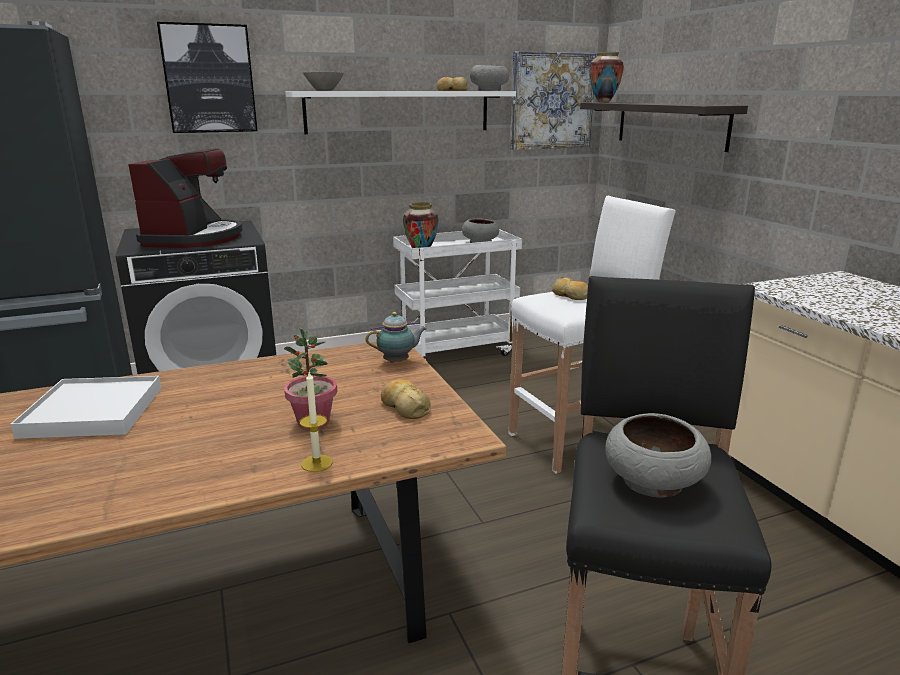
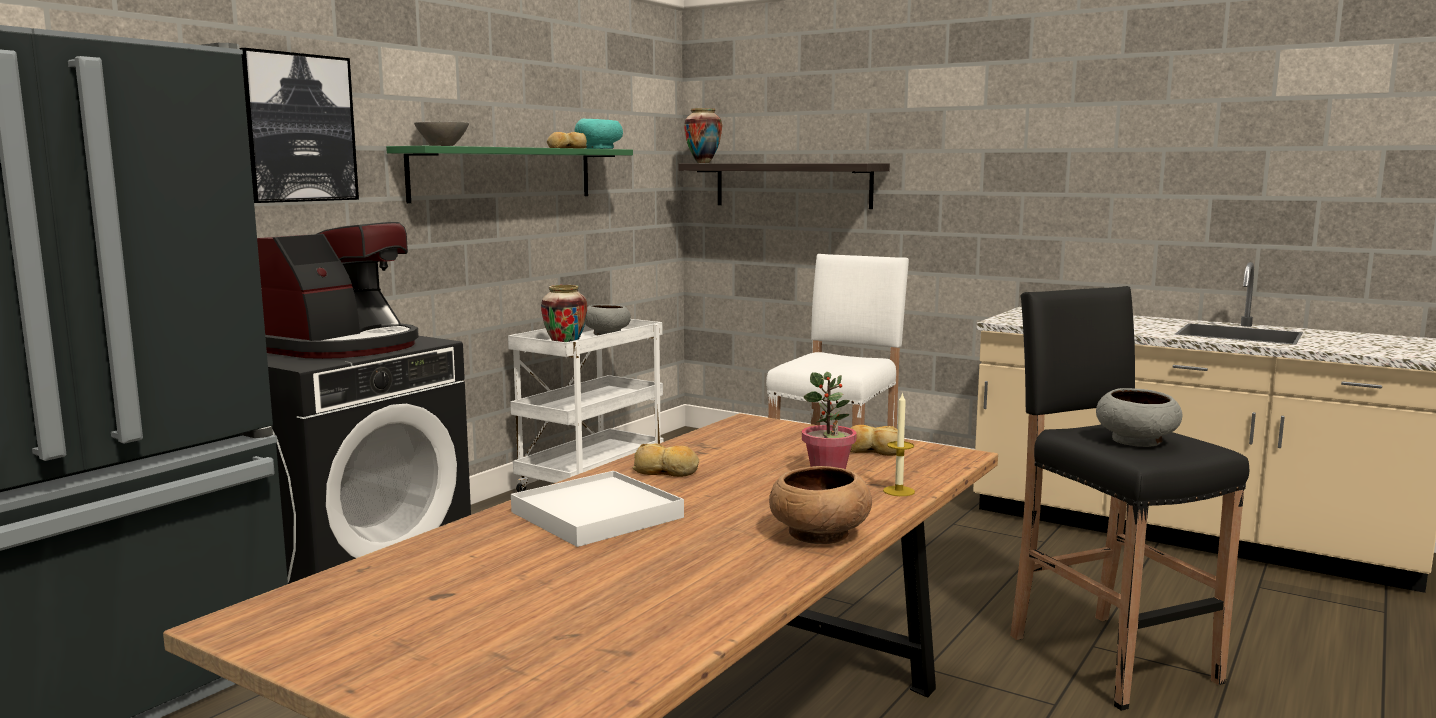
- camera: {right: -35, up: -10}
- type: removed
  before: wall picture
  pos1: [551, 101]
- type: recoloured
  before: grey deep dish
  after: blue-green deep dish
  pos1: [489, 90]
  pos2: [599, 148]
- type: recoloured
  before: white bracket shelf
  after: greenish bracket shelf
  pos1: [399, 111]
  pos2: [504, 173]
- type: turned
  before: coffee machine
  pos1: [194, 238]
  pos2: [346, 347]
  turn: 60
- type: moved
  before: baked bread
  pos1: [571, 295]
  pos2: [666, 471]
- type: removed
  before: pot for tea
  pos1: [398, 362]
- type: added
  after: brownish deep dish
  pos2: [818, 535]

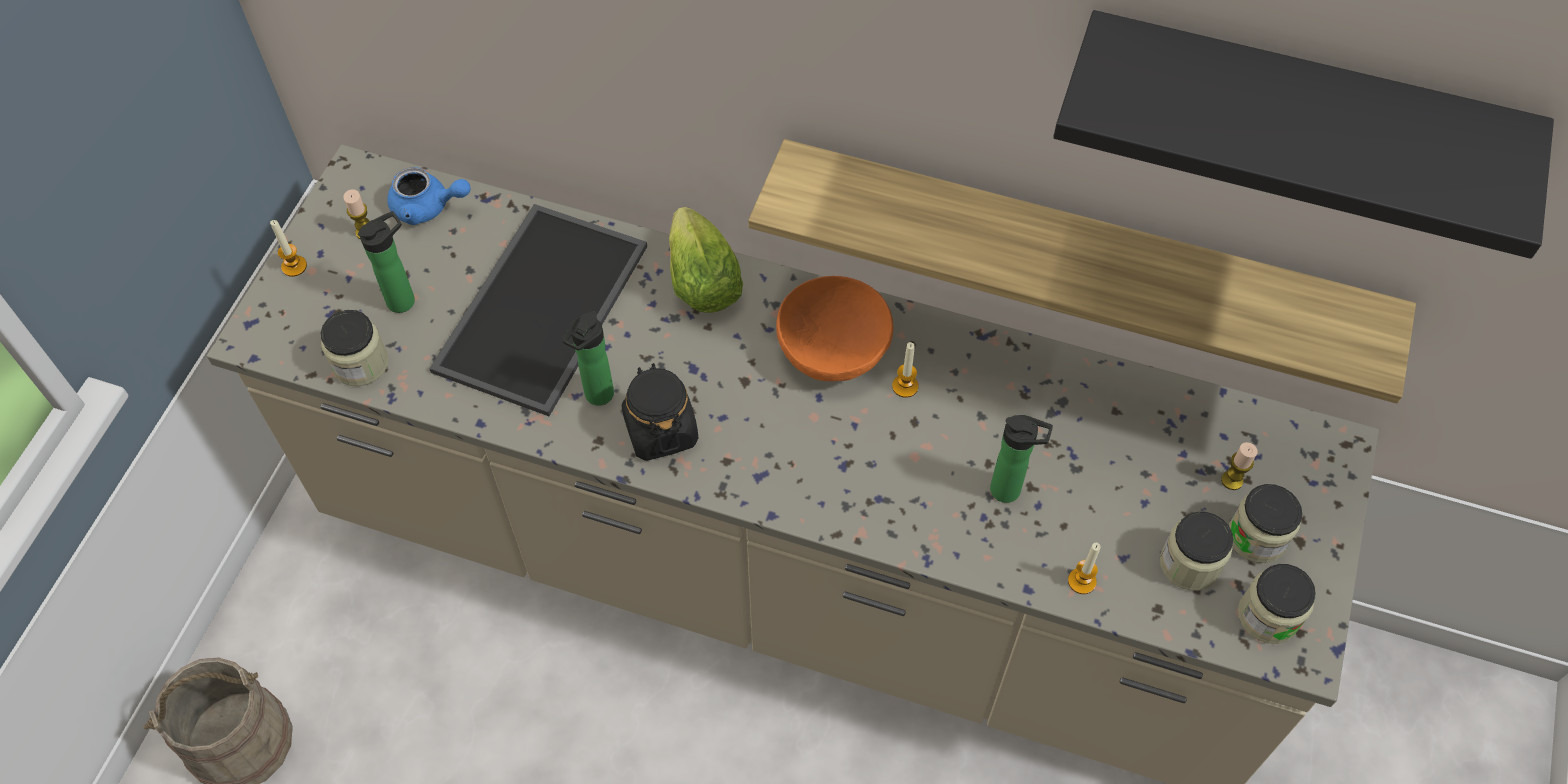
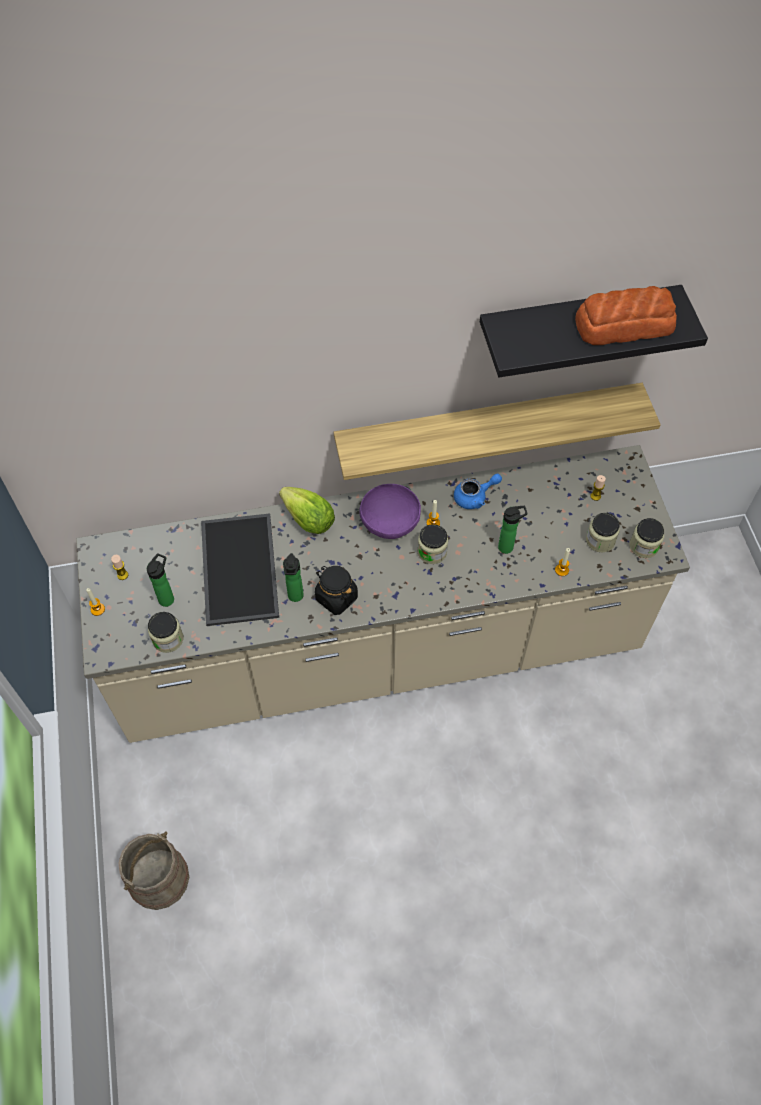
- camera: {right: -30, up: 0}
- type: moved
  before: bluish pot for tea
  pos1: [428, 207]
  pos2: [474, 497]
- type: recoloured
  before: orange deep dish
  after: purple-coloured deep dish
  pos1: [834, 349]
  pos2: [390, 522]
- type: moved
  before: jar
  pos1: [1256, 537]
  pos2: [432, 552]
- type: added
  after: baked bread
  pos2: [623, 324]

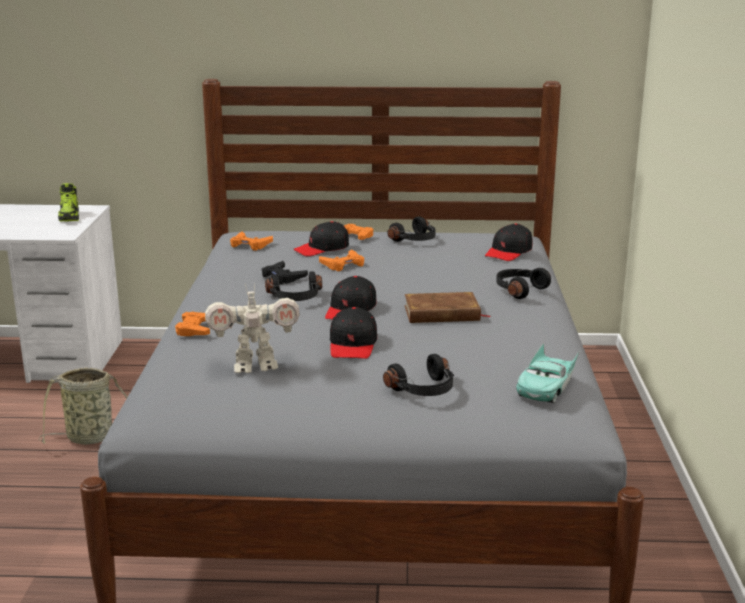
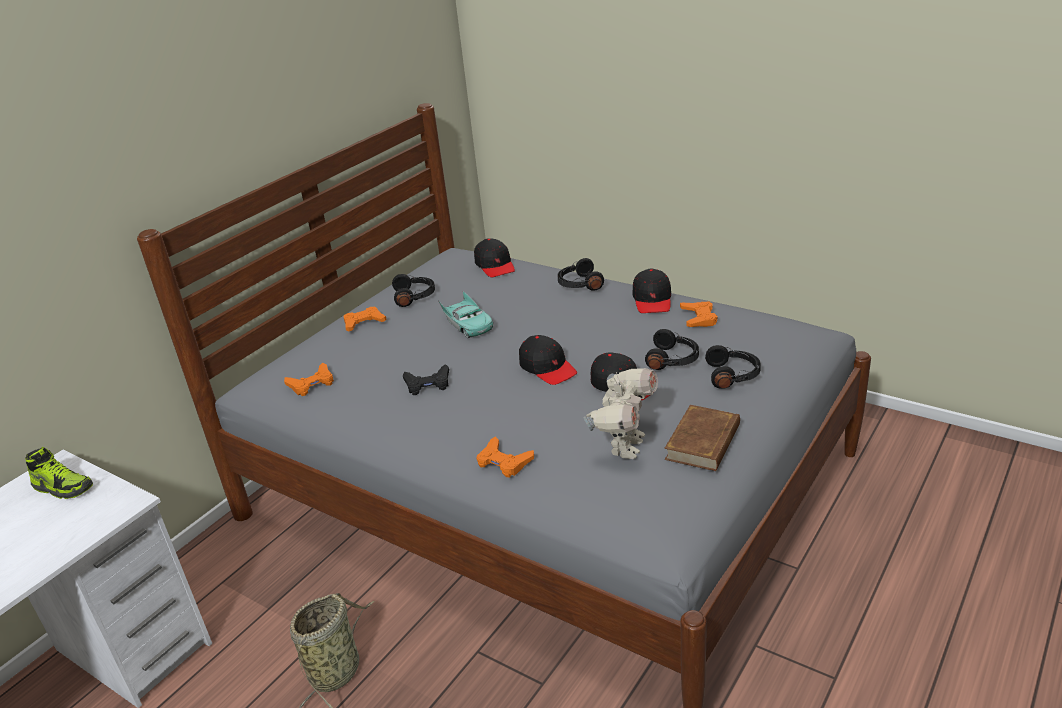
- camera: {right: -55, up: 10}
- type: moved
  before: black peaked cap
  pos1: [322, 248]
  pos2: [652, 300]
- type: moved
  before: orange game controller
  pos1: [343, 264]
  pos2: [699, 318]
- type: moved
  before: black headset
  pos1: [296, 298]
  pos2: [673, 360]
- type: moved
  before: brownish volume
  pos1: [442, 313]
  pos2: [703, 442]
- type: moved
  before: blue-green model car
  pos1: [546, 386]
  pos2: [467, 324]

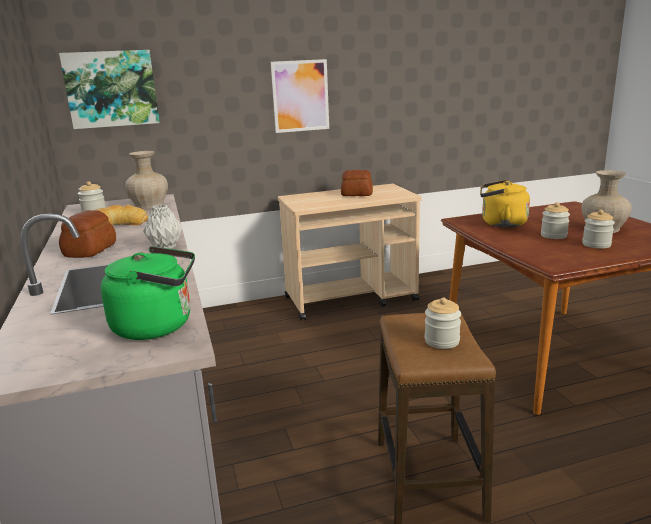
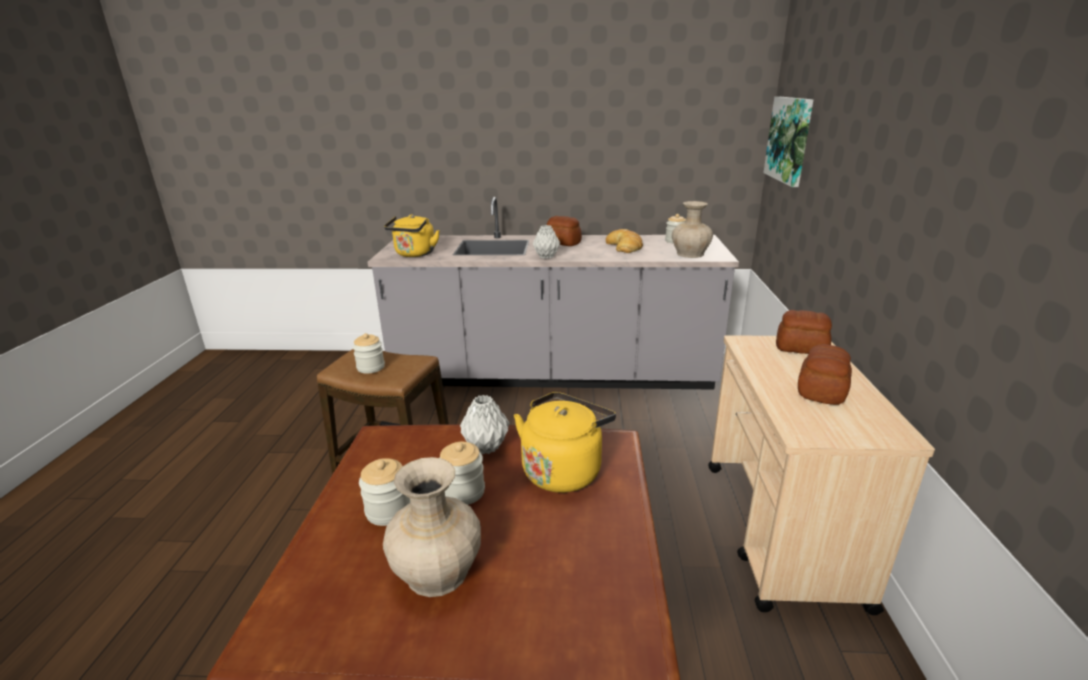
- camera: {right: 110, up: 5}
- type: removed
  before: wall picture
  pos1: [300, 96]
- type: recoloured
  before: greenish water kettle
  after: yellow water kettle
  pos1: [158, 326]
  pos2: [414, 254]
- type: added
  after: baked bread
  pos2: [802, 348]
- type: added
  after: grey decorative vase
  pos2: [487, 447]

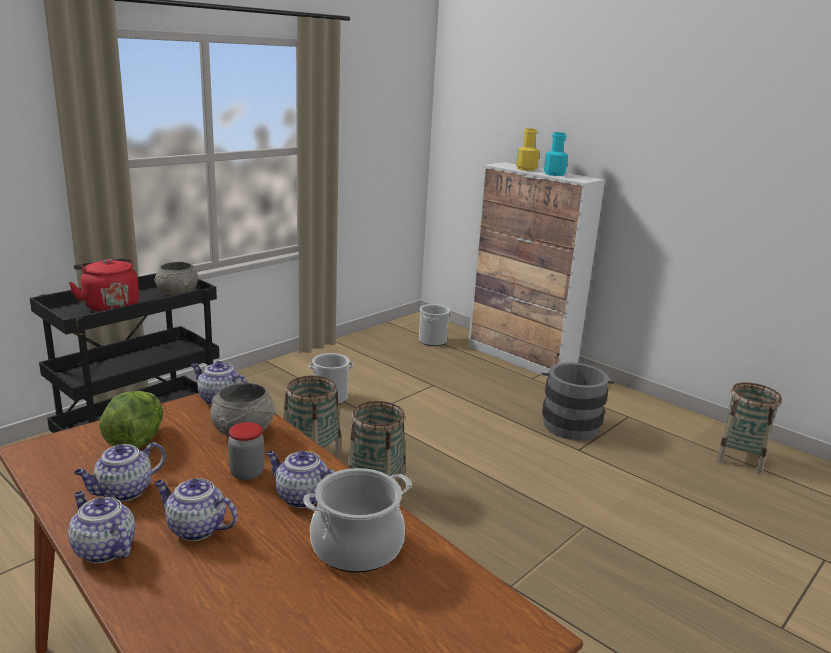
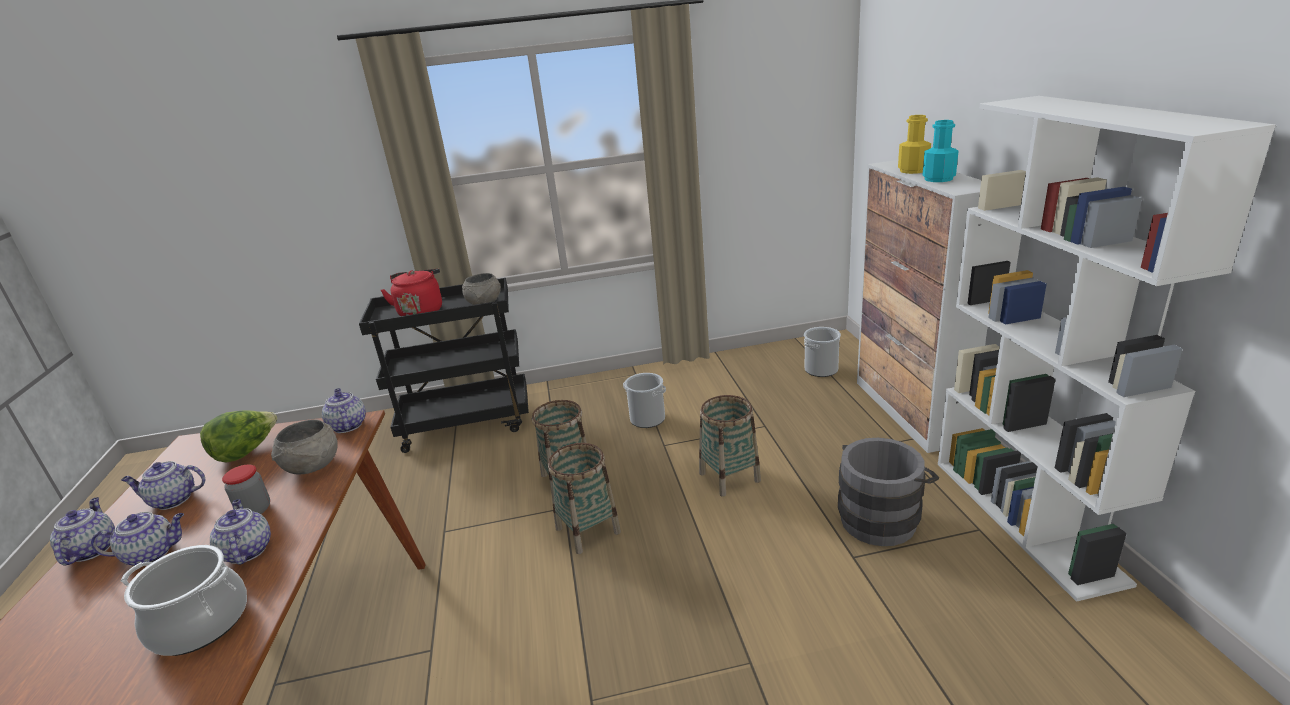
- camera: {right: 40, up: 5}
- type: moved
  before: household basket
  pos1: [740, 458]
  pos2: [729, 477]
- type: turned
  before: pot for tea
  pos1: [195, 528]
  pos2: [153, 553]
  turn: 105
- type: added
  after: white shelving unit
  pos2: [1026, 518]

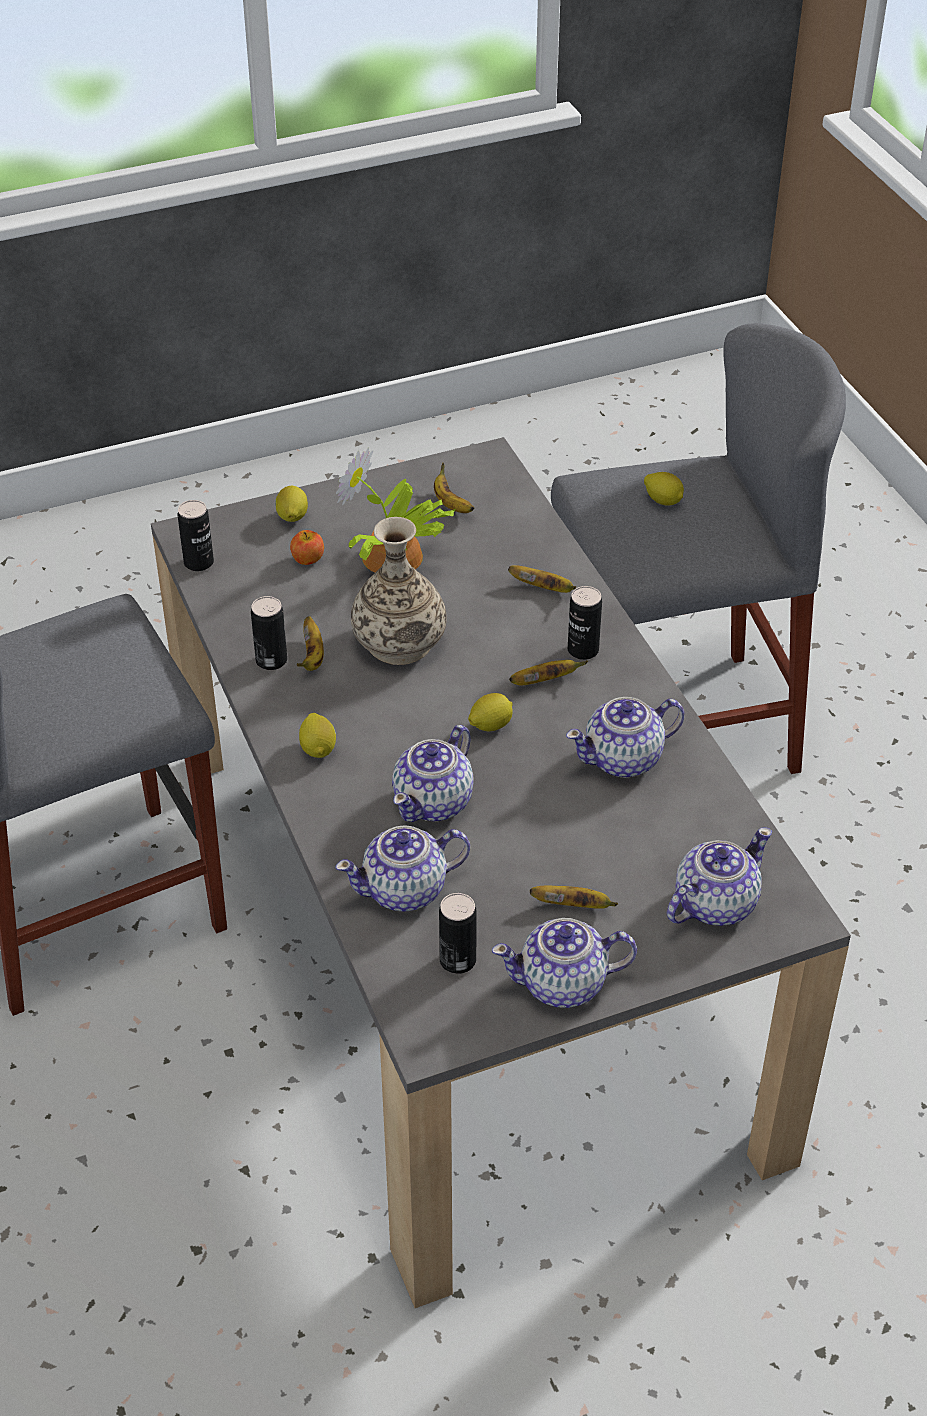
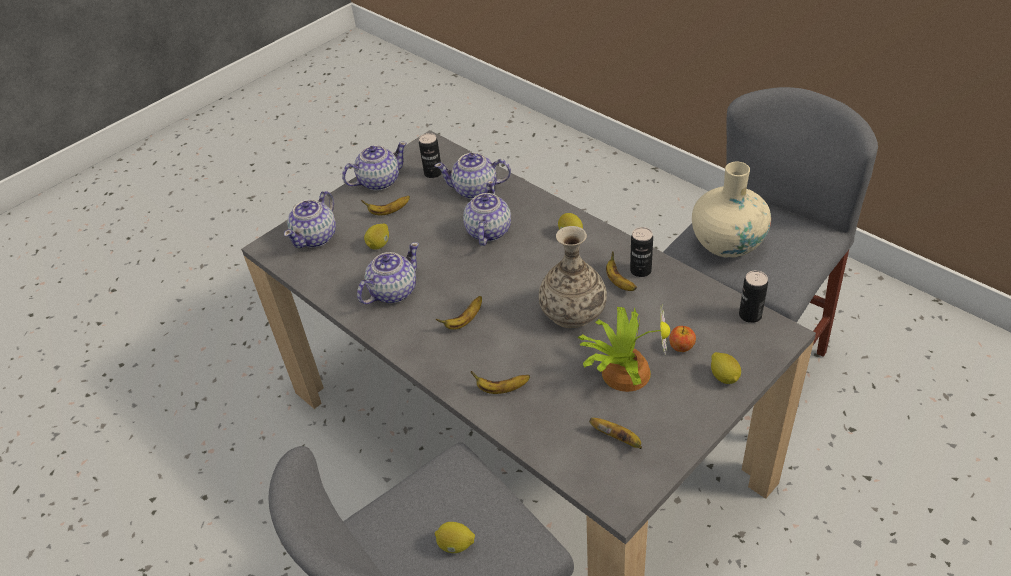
- camera: {right: 160, up: 0}
- type: removed
  before: metal can
  pos1: [583, 650]
- type: moved
  before: lemon
  pos1: [490, 725]
  pos2: [379, 244]
- type: turned
  before: pot for tea
  pos1: [406, 890]
  pos2: [475, 190]
  turn: -135
- type: added
  after: beige decorative vase
  pos2: [727, 244]

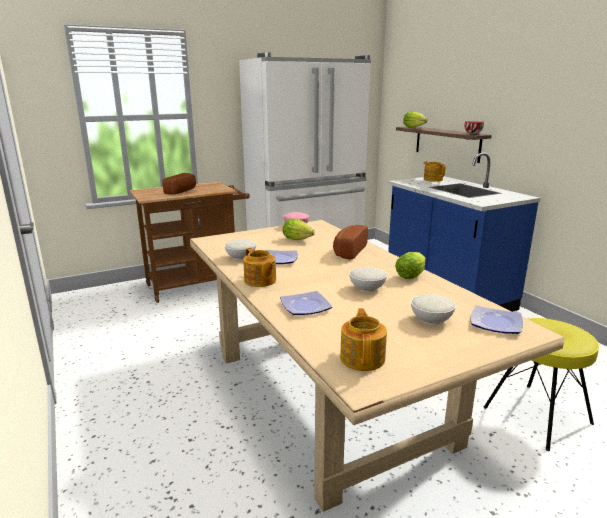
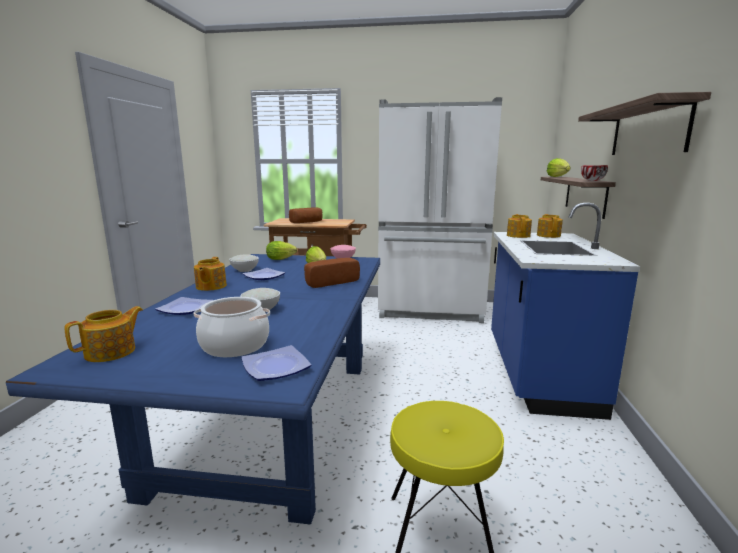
- camera: {right: 35, up: -5}
- type: recoloured
  before: beige kitchen table
  after: bluish kitchen table
  pos1: [326, 396]
  pos2: [273, 419]
- type: moved
  before: lettuce head
  pos1: [411, 275]
  pos2: [282, 259]
- type: replaced
  before: white deep dish
  after: stockpot
  pos1: [431, 319]
  pos2: [235, 345]
- type: added
  after: bracket shelf
  pos2: [648, 130]
- type: added
  after: pot for tea
  pos2: [518, 235]

